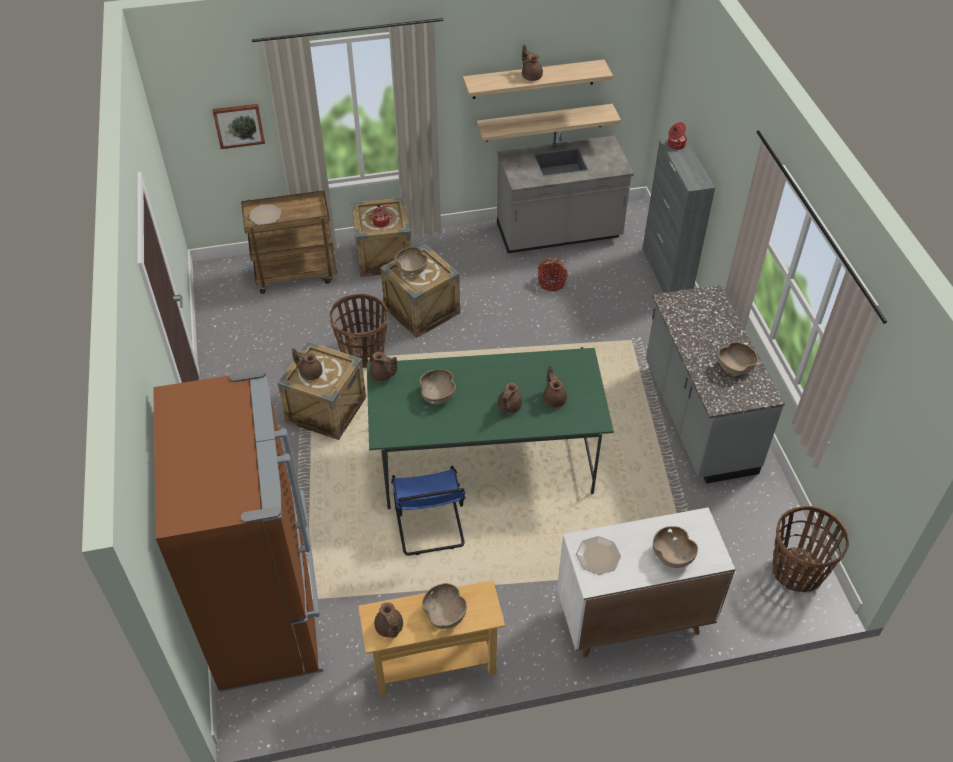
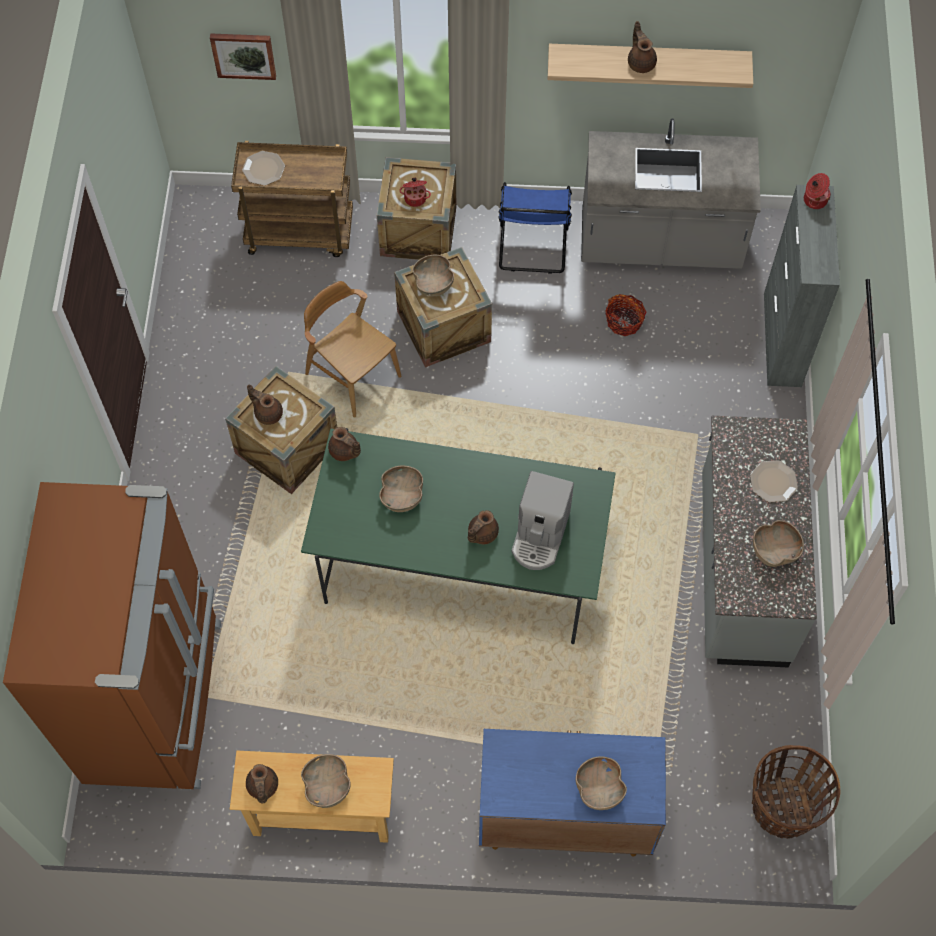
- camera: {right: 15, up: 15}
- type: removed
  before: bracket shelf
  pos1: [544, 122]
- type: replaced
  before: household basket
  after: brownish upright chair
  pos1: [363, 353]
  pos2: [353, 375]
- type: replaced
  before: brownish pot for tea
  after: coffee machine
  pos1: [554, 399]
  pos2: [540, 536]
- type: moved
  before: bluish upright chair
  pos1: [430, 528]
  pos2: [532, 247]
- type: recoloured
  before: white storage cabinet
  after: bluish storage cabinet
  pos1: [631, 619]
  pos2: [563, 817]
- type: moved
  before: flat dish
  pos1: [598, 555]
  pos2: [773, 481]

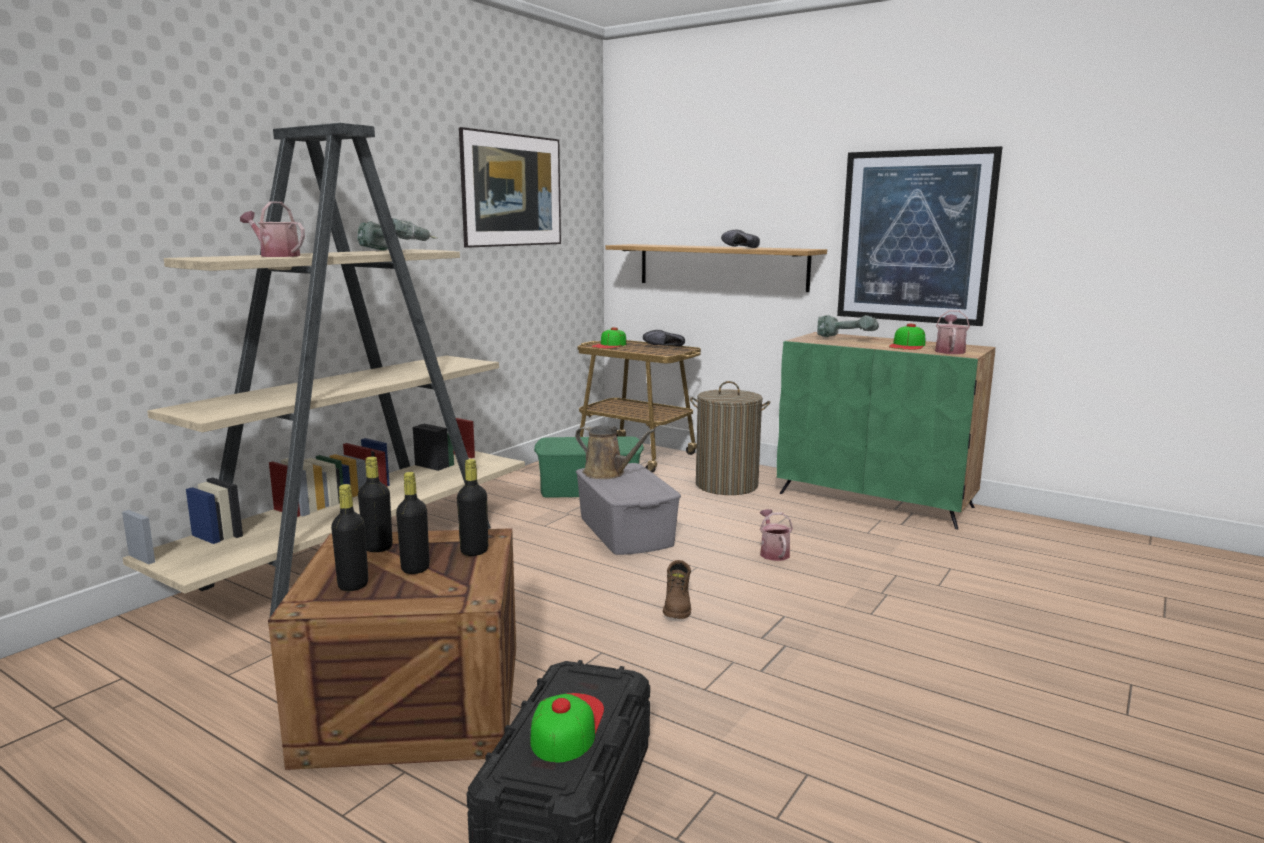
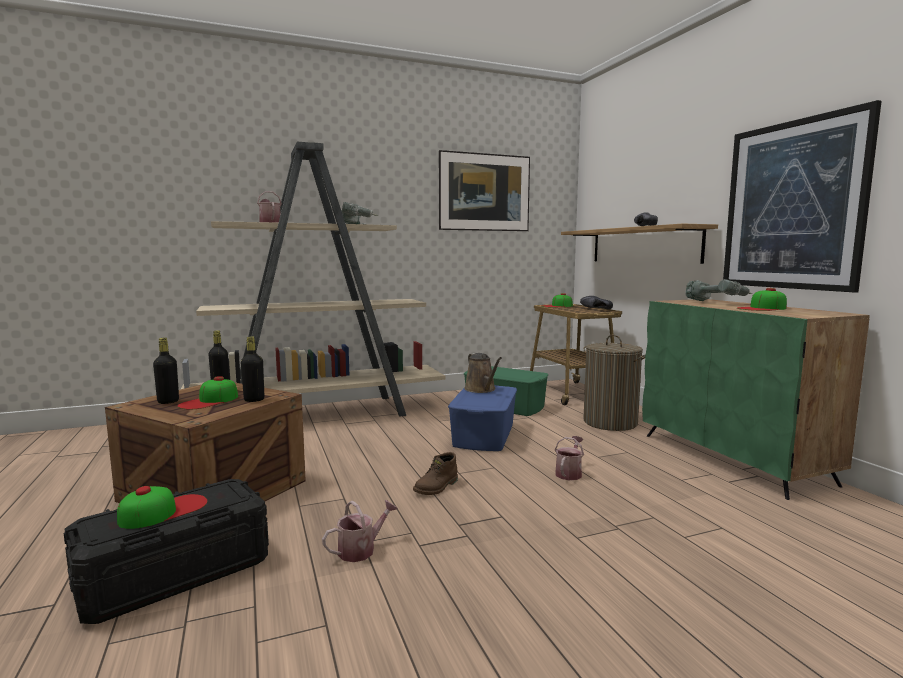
- camera: {right: 35, up: -5}
- type: moved
  before: sprinkling can
  pos1: [949, 351]
  pos2: [361, 549]
- type: recoloured
  before: grey storage bin
  after: bluish storage bin
  pos1: [625, 531]
  pos2: [483, 435]
- type: replaced
  before: black drink bottle
  after: peaked cap
  pos1: [415, 568]
  pos2: [209, 401]

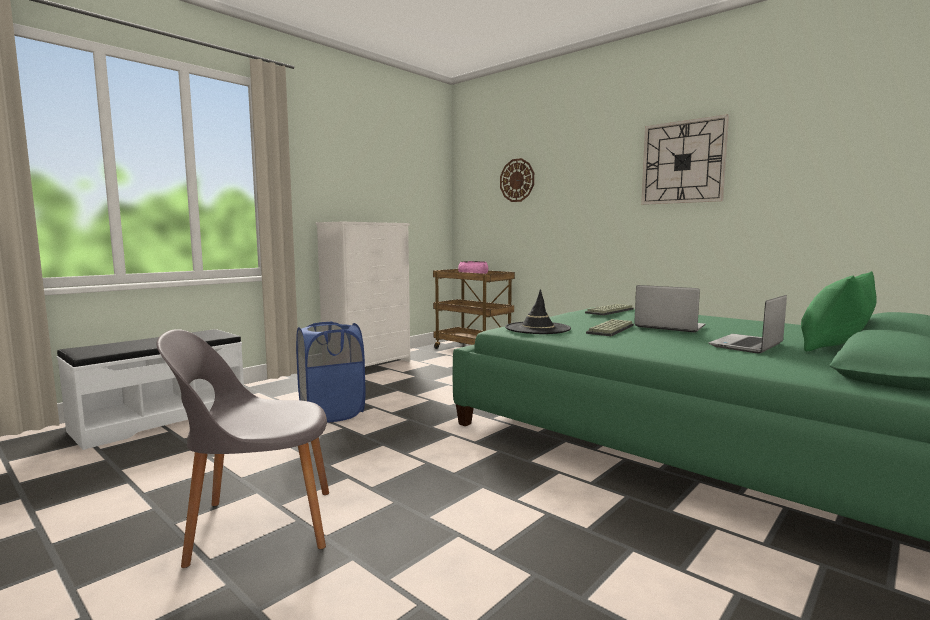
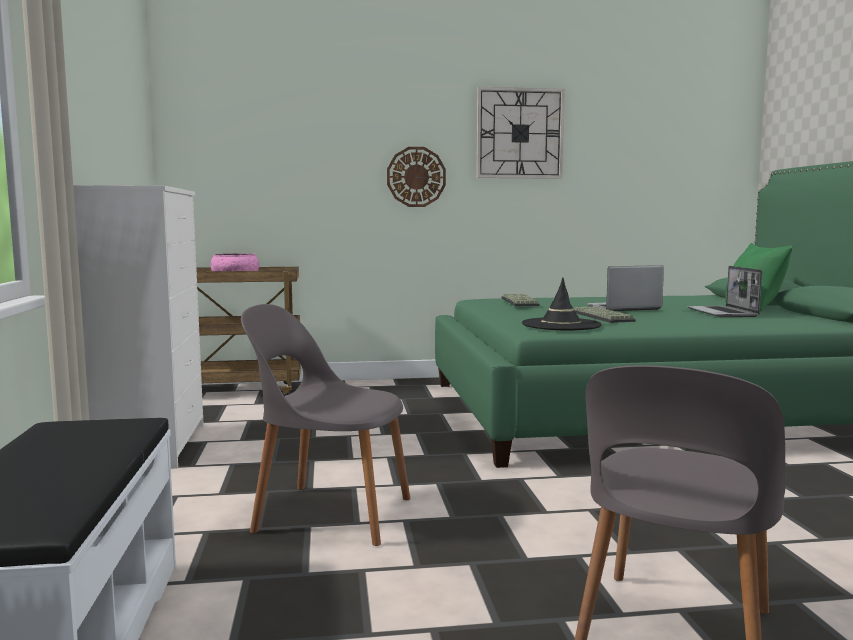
- camera: {right: -50, up: 0}
- type: moved
  before: wall clock
  pos1: [517, 180]
  pos2: [416, 177]
- type: replaced
  before: bluish washing basket
  after: grey upright chair
  pos1: [332, 413]
  pos2: [329, 514]

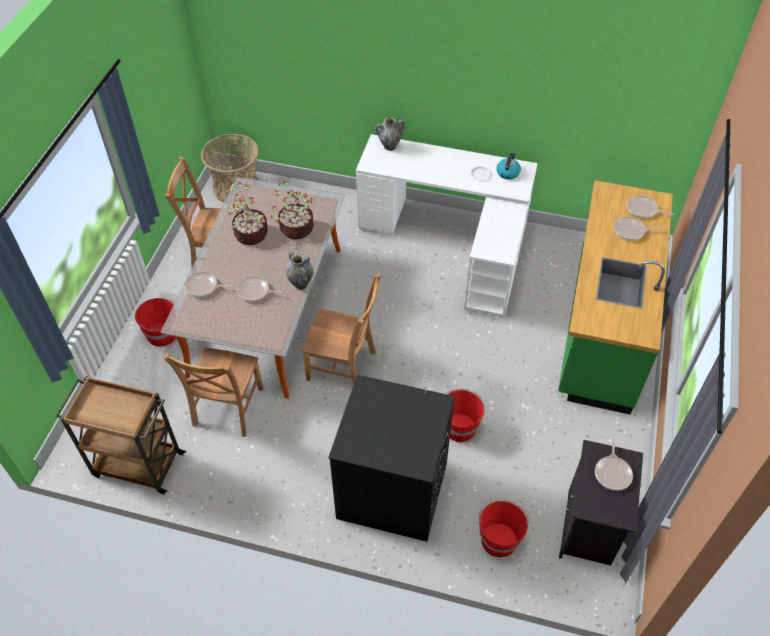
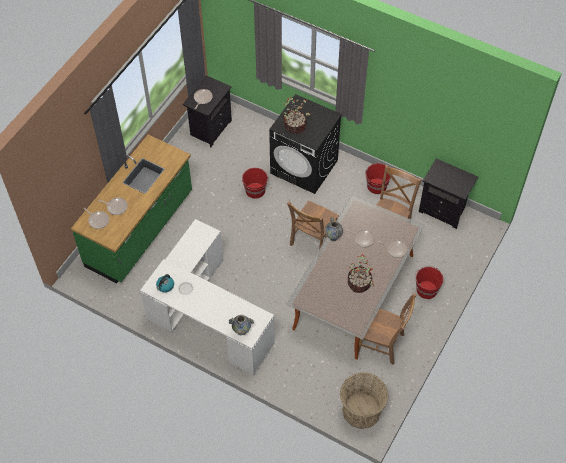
- camera: {right: -165, up: 5}
- type: moved
  before: houseplant
  pos1: [295, 229]
  pos2: [295, 126]
- type: turned
  before: brownish upright chair
  pos1: [344, 367]
  pos2: [312, 240]
  turn: -90
- type: replaced
  before: brownish cart
  after: black bedside table
  pos1: [137, 464]
  pos2: [443, 210]
- type: moved
  before: reddish pail
  pos1: [499, 539]
  pos2: [376, 186]

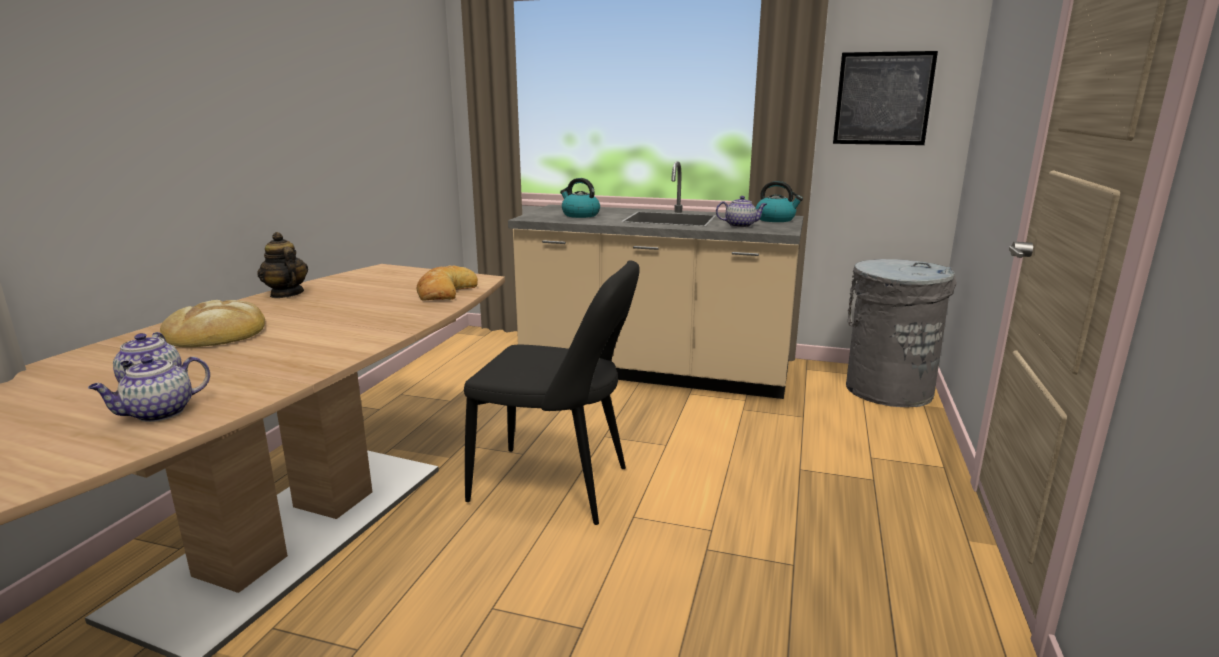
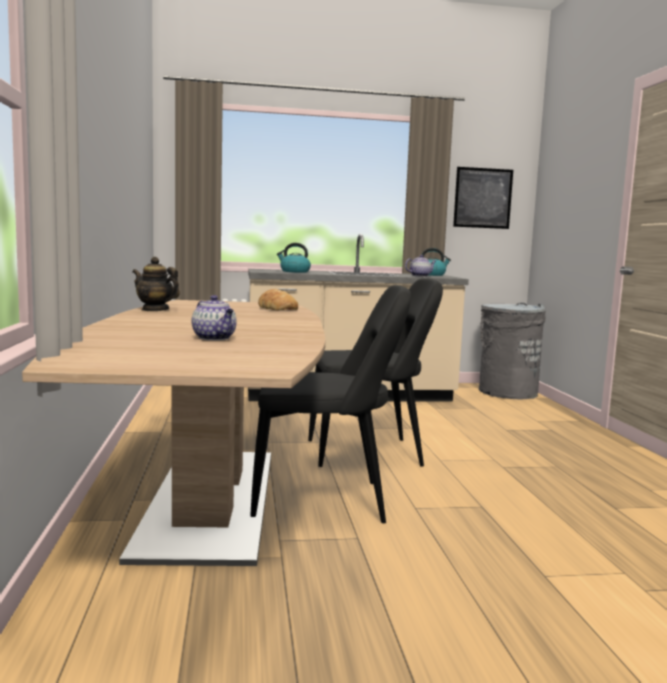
- camera: {right: -25, up: -10}
- type: removed
  before: baked bread
  pos1: [217, 332]
- type: removed
  before: pot for tea
  pos1: [158, 413]
- type: added
  after: black upright chair
  pos2: [325, 501]

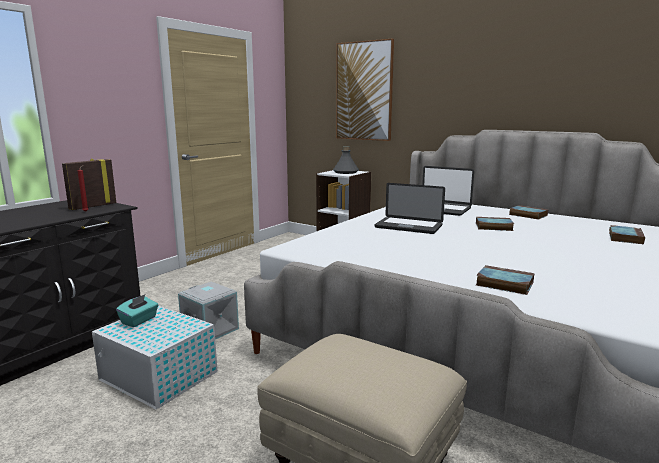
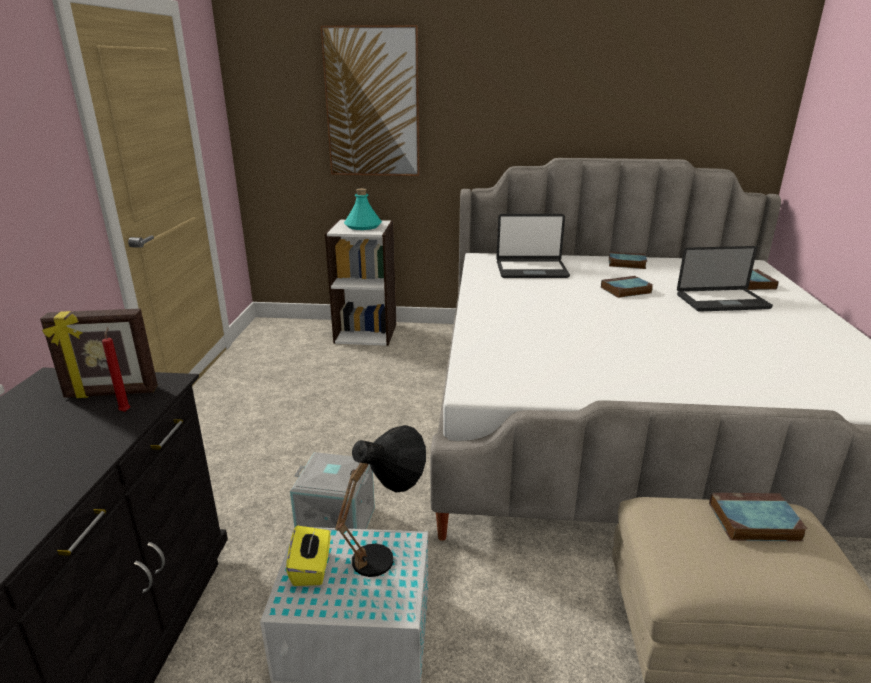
- camera: {right: -30, up: 10}
- type: recoloured
  before: grey drink bottle
  after: blue-green drink bottle
  pos1: [345, 172]
  pos2: [363, 226]
- type: turned
  before: standing frame
  pos1: [92, 206]
  pos2: [111, 393]
  turn: -105
- type: moved
  before: laptop
  pos1: [408, 226]
  pos2: [722, 302]
- type: moved
  before: volume
  pos1: [503, 284]
  pos2: [752, 522]
- type: recoloured
  before: blue-green box of tissues
  after: yellow box of tissues
  pos1: [139, 320]
  pos2: [311, 568]
- type: added
  after: black tabletop lamp
  pos2: [387, 554]

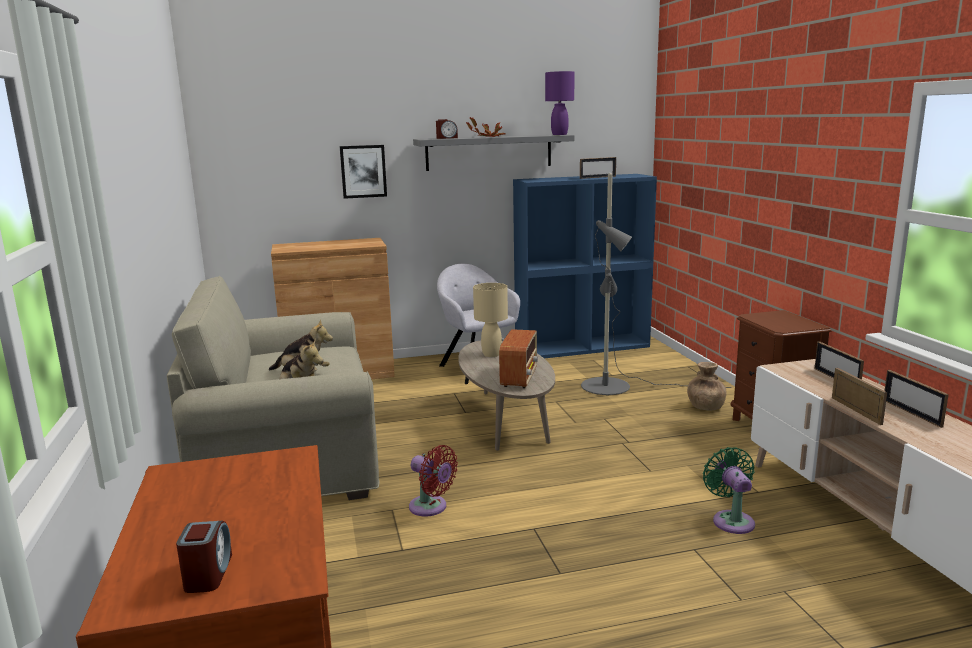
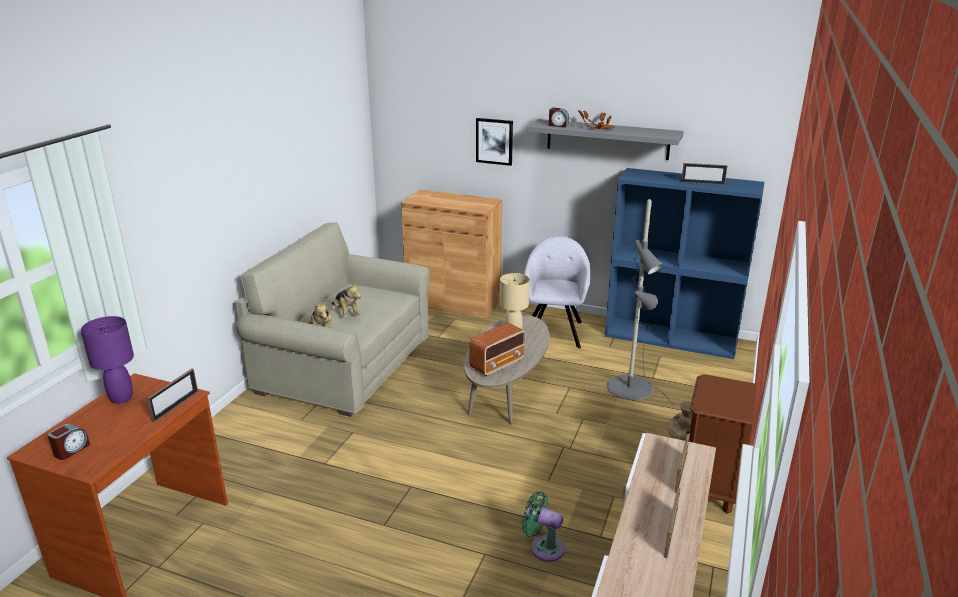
- camera: {right: 35, up: 10}
- type: moved
  before: purple-coloured tabletop lamp
  pos1: [559, 134]
  pos2: [122, 398]
- type: moved
  before: standing frame
  pos1: [856, 410]
  pos2: [175, 406]
- type: removed
  before: reddish cooling fan
  pos1: [431, 508]
- type: turned
  before: greenish cooling fan
  pos1: [731, 520]
  pos2: [543, 547]
  turn: -90

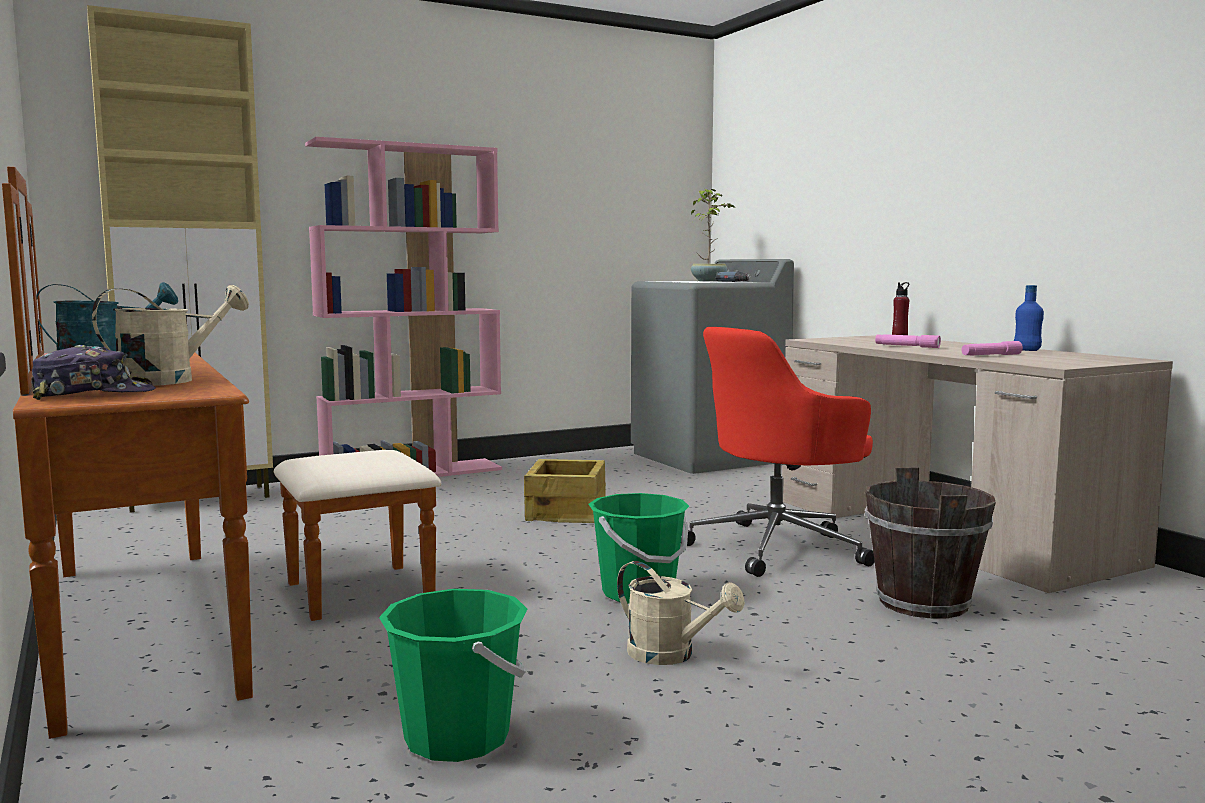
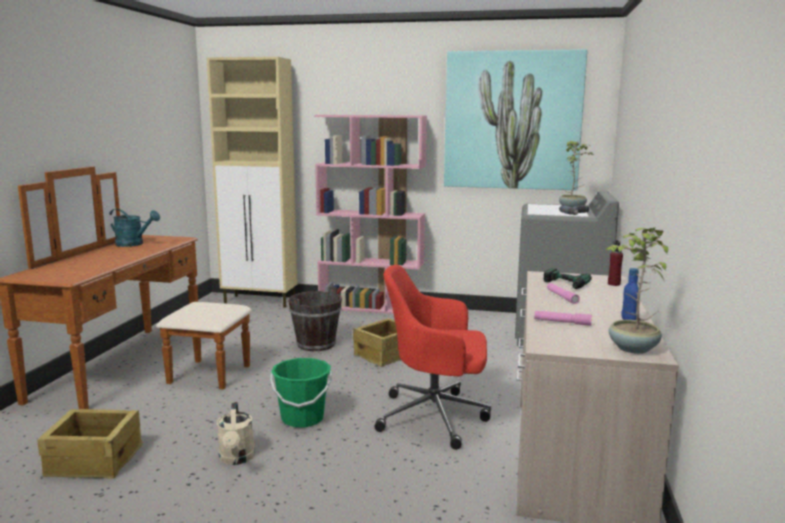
- camera: {right: 40, up: 5}
- type: removed
  before: beige sprinkling can
  pos1: [170, 380]
- type: removed
  before: peaked cap
  pos1: [94, 394]
- type: moved
  before: brownish pail
  pos1: [924, 603]
  pos2: [316, 344]
- type: replaced
  before: greenish pail
  after: crate
  pos1: [457, 738]
  pos2: [94, 460]
- type: added
  after: wall picture
  pos2: [512, 120]
- type: added
  after: houseplant
  pos2: [632, 349]
- type: added
  after: drill
  pos2: [563, 285]

